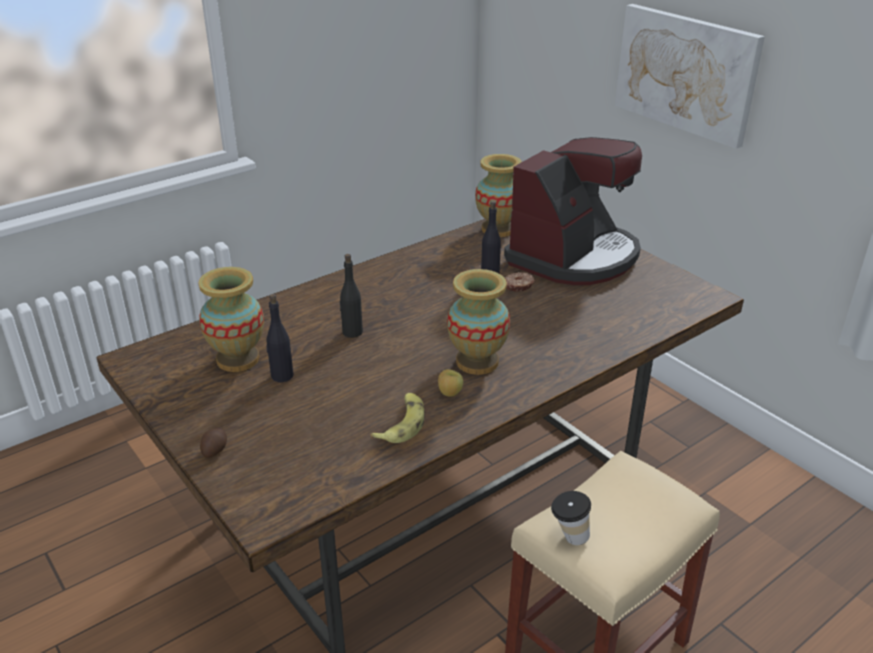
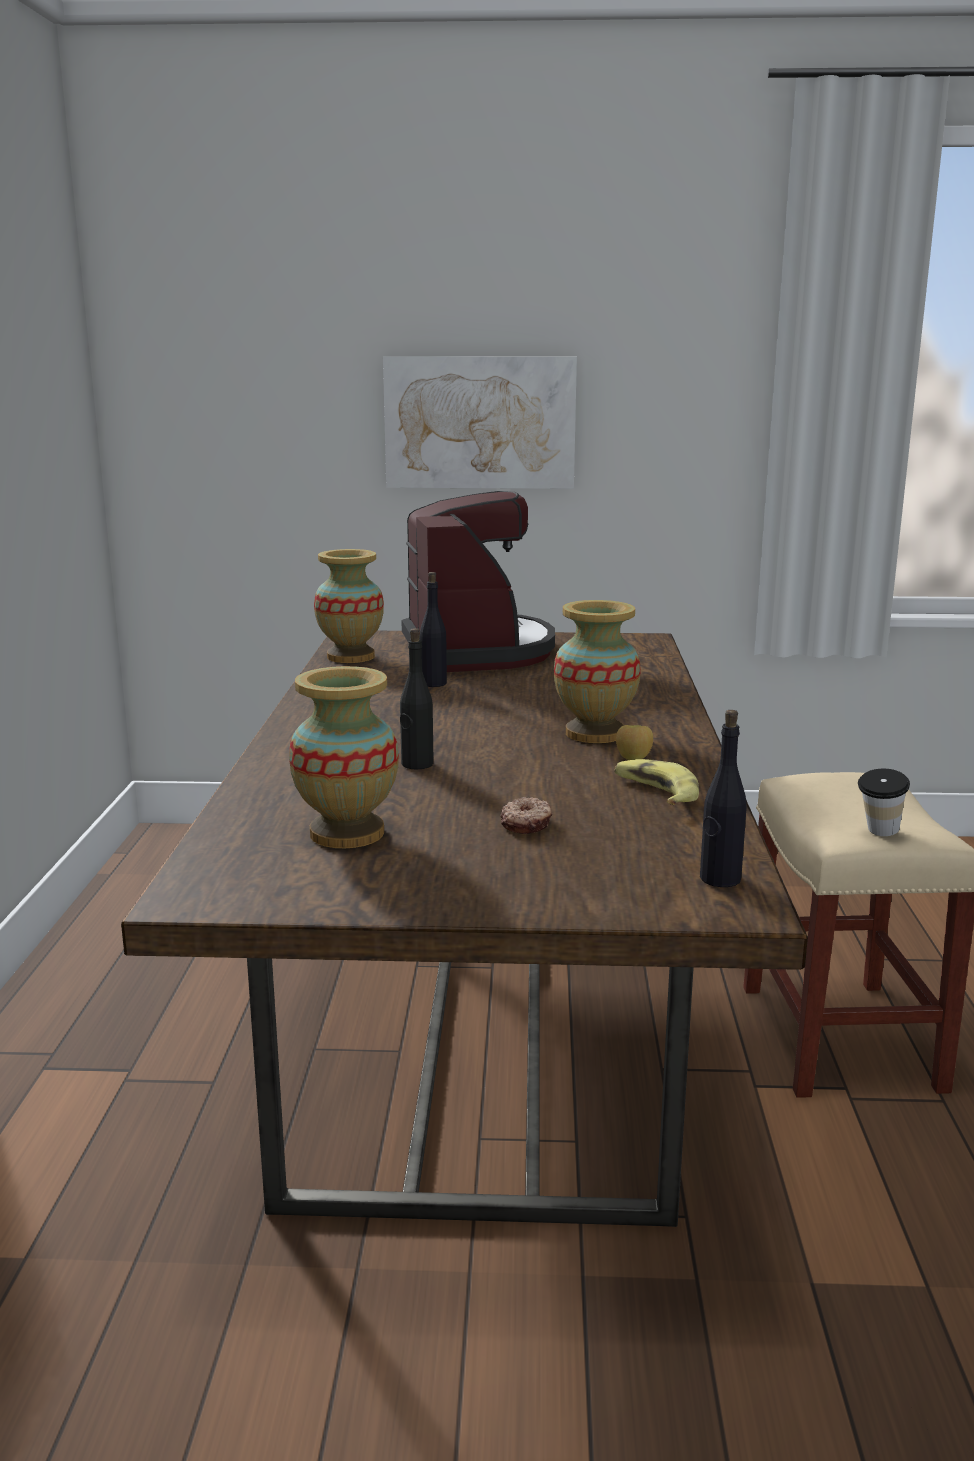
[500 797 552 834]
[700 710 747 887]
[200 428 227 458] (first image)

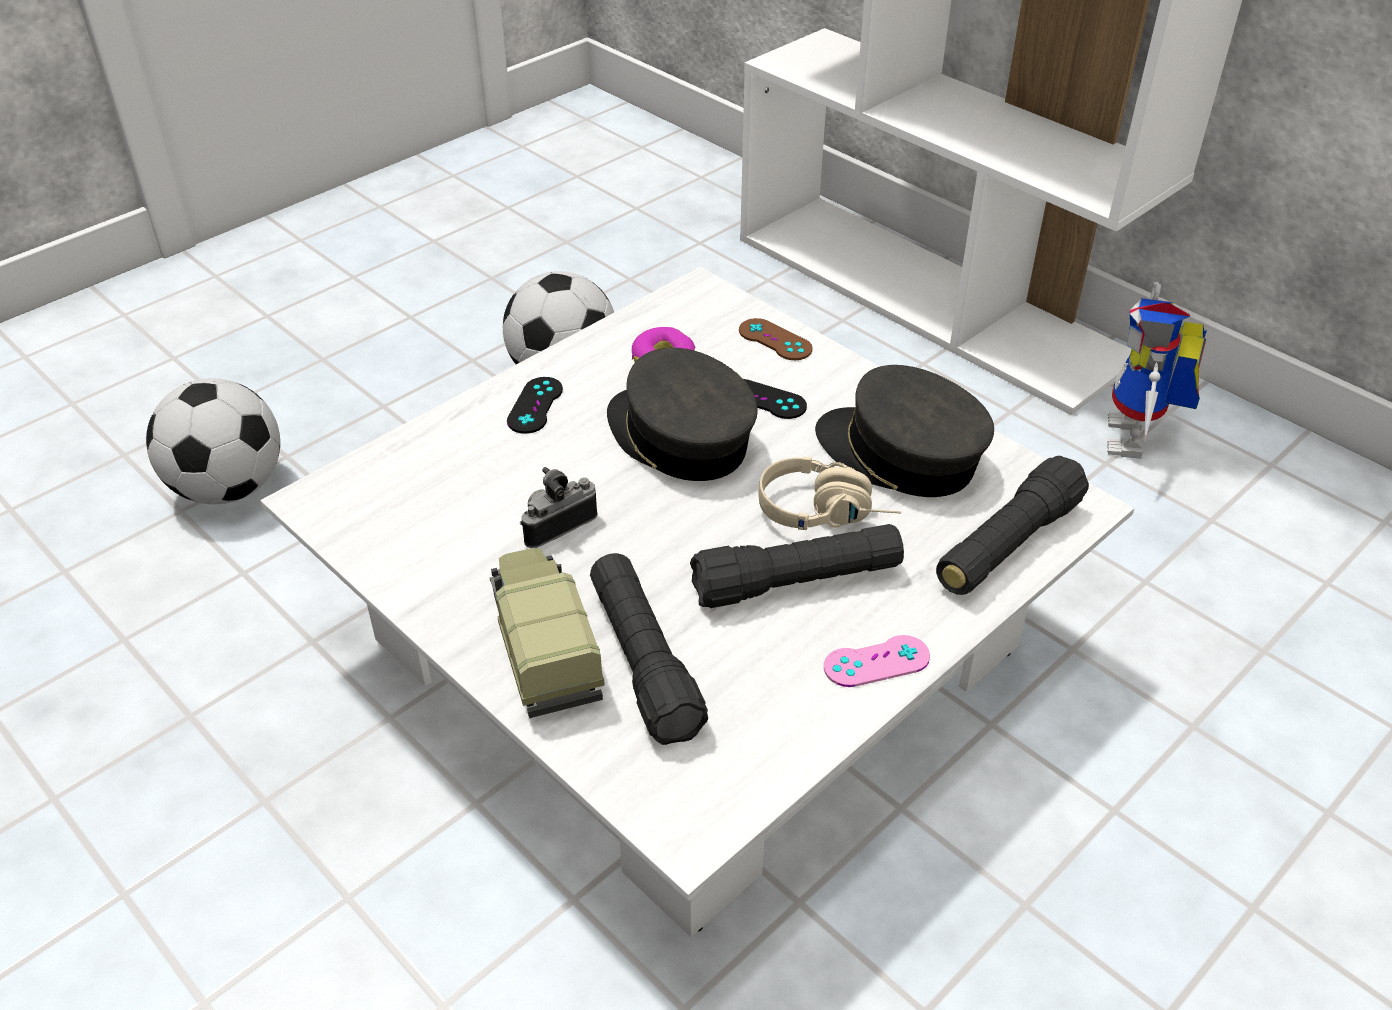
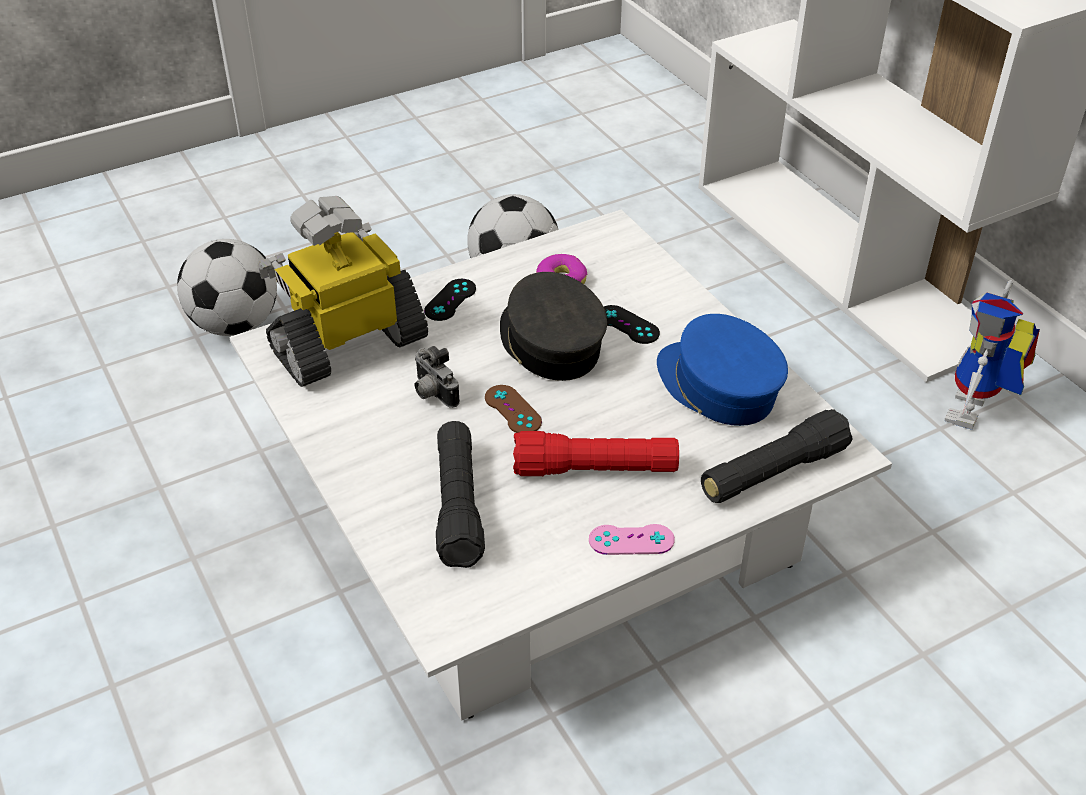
[485 385 542 433]
[657 314 788 426]
[758 457 901 530] (first image)
[415 346 460 408]
[513 431 679 476]
[490 548 605 718] (first image)
[258 196 428 387]

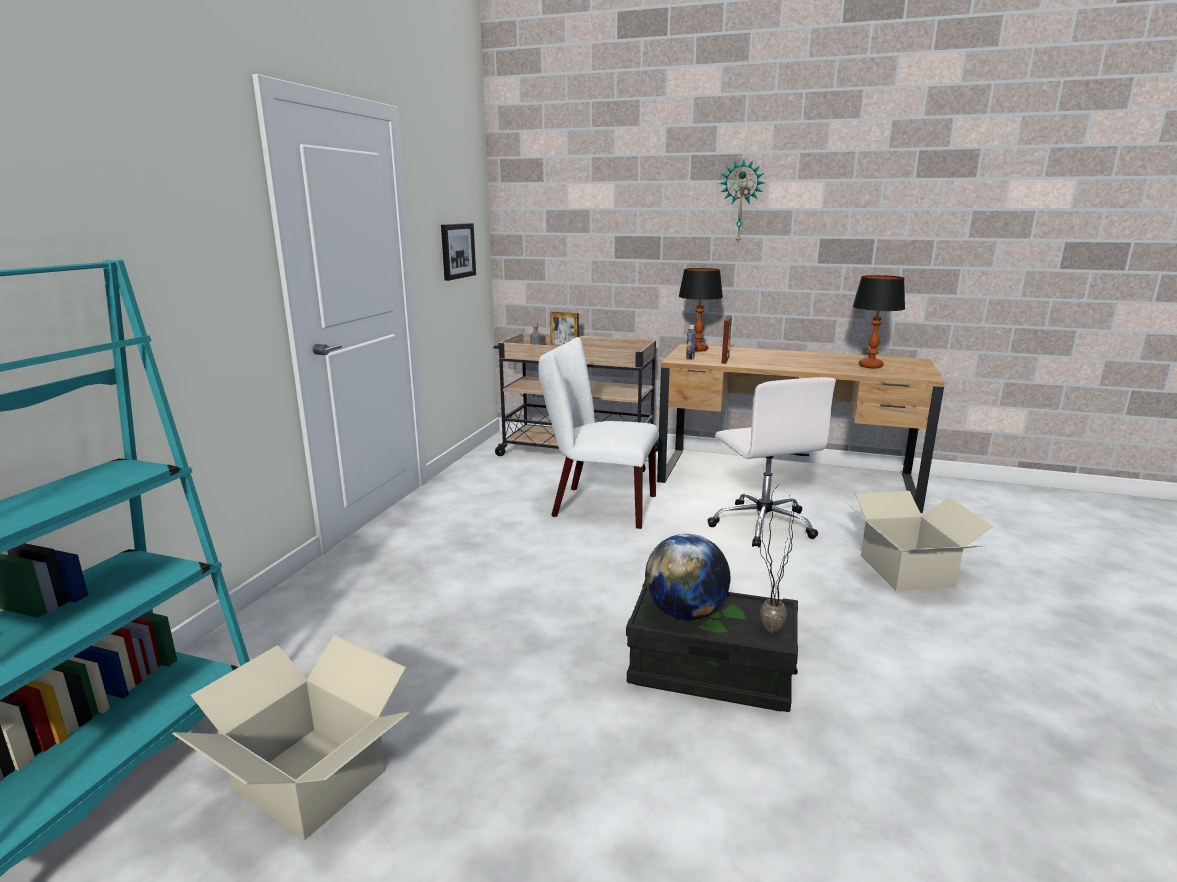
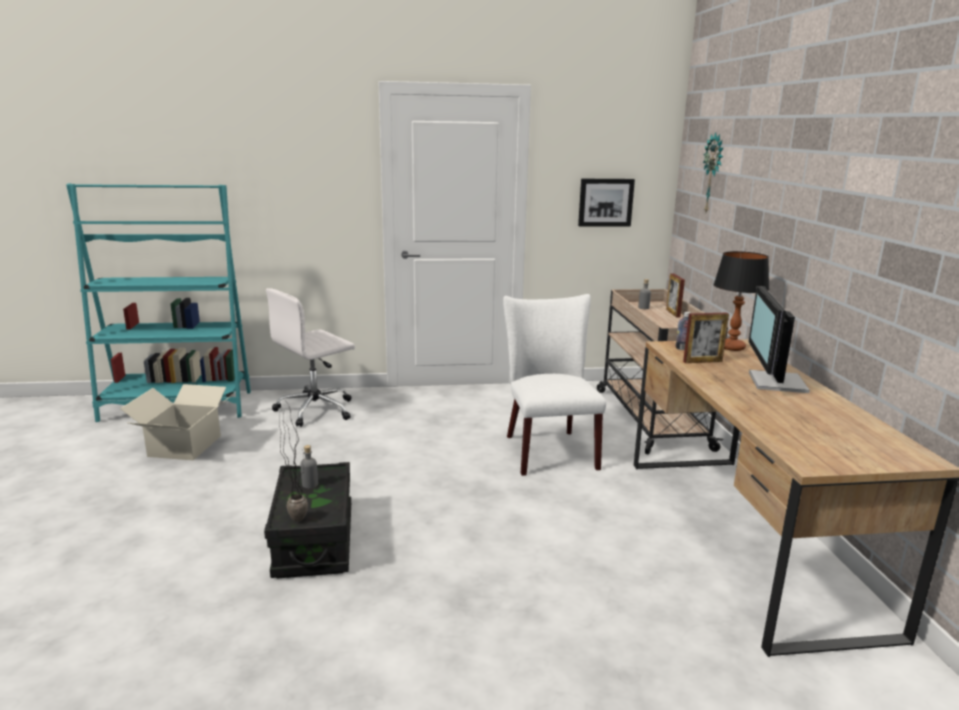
[703 133 724 212]
[852 275 905 368] (first image)
[266 288 355 427]
[845 491 994 591] (first image)
[300 445 318 488]
[749 286 810 393]

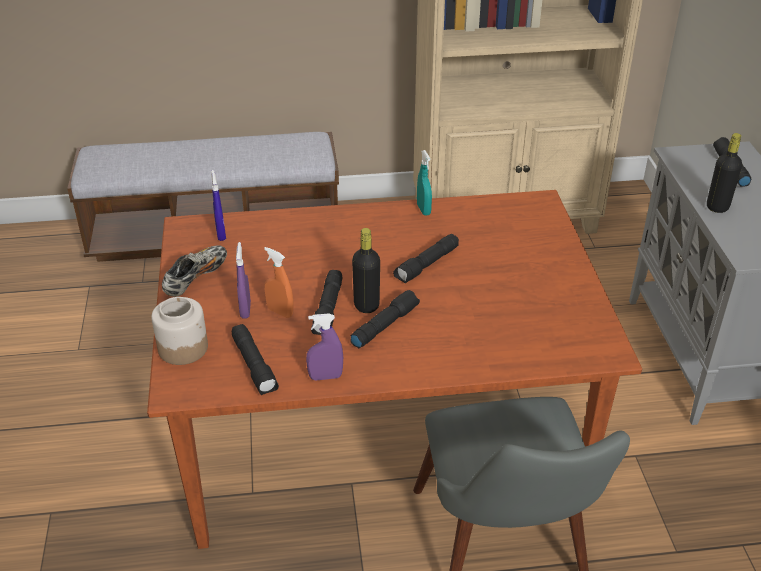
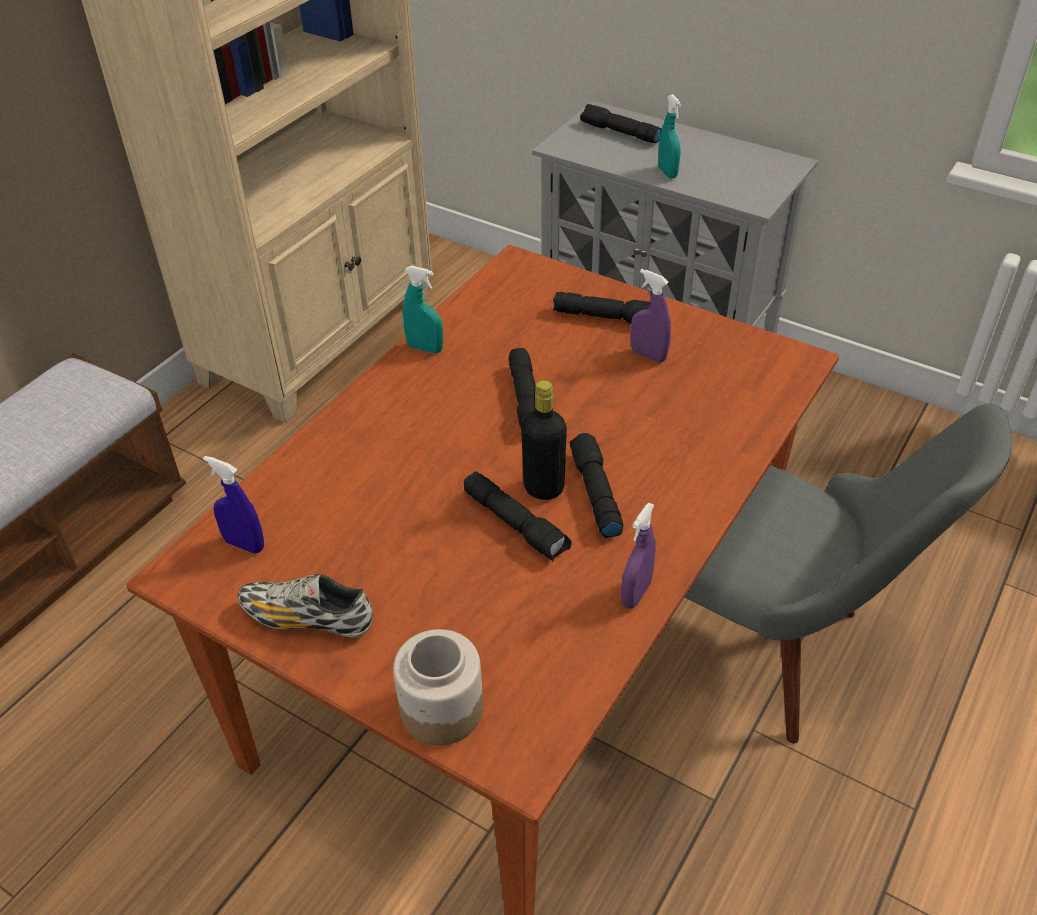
[658 94 681 179]
[631 269 671 363]
[238 574 373 638]
[264 247 294 318] (first image)
[553 292 651 324]

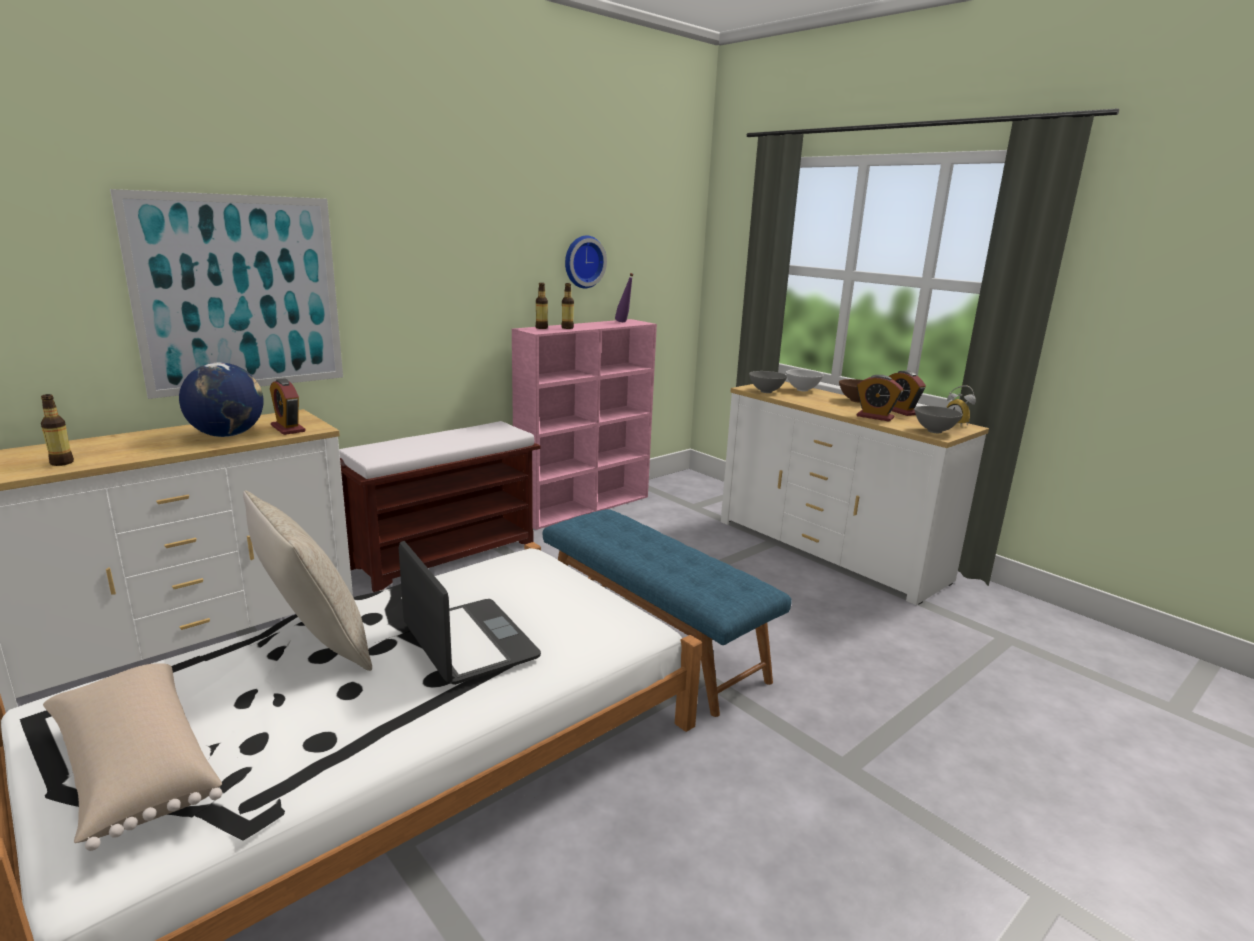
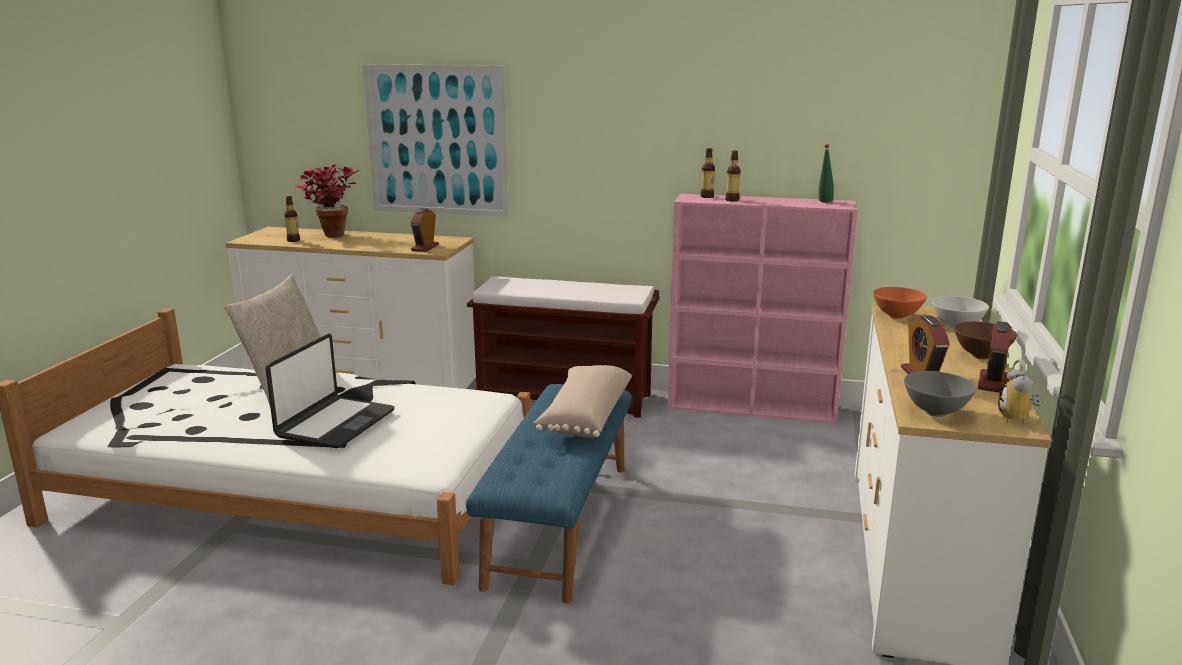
[565 235 607 288] (first image)
[819 144 834 203]
[179 362 264 437] (first image)
[873 287 927 319]
[533 365 632 437]
[295 164 359 238]

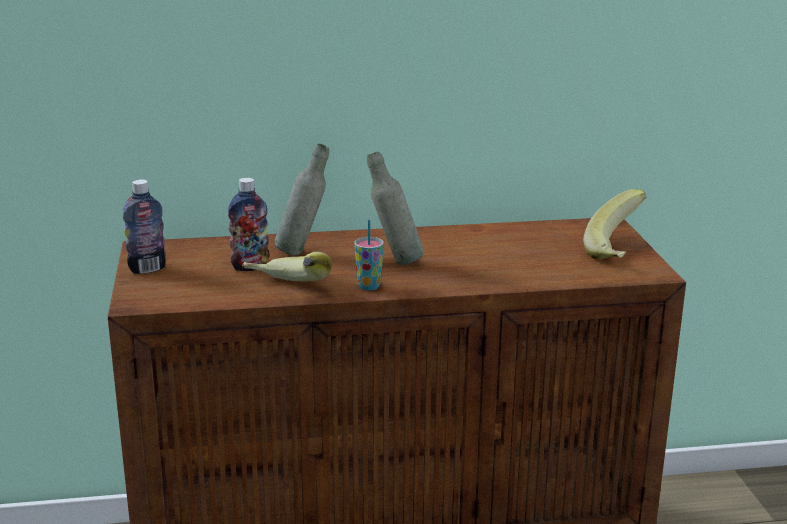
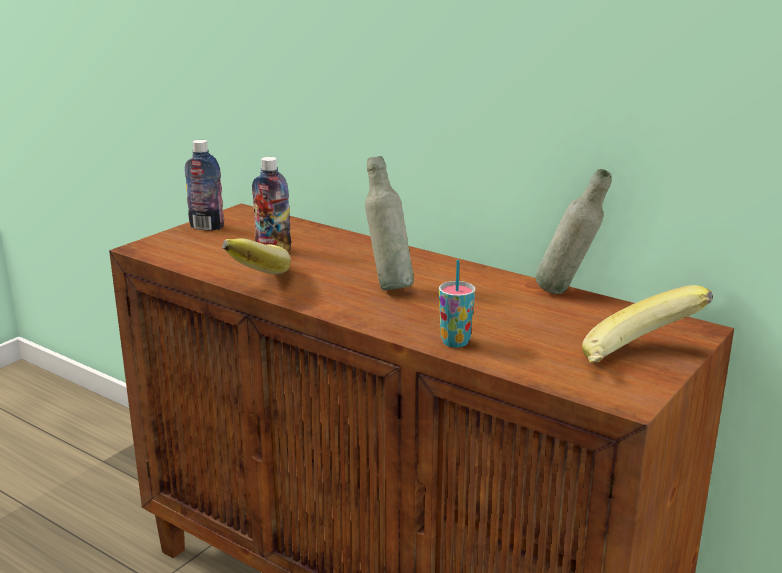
[536 169 612 294]
[439 260 476 348]

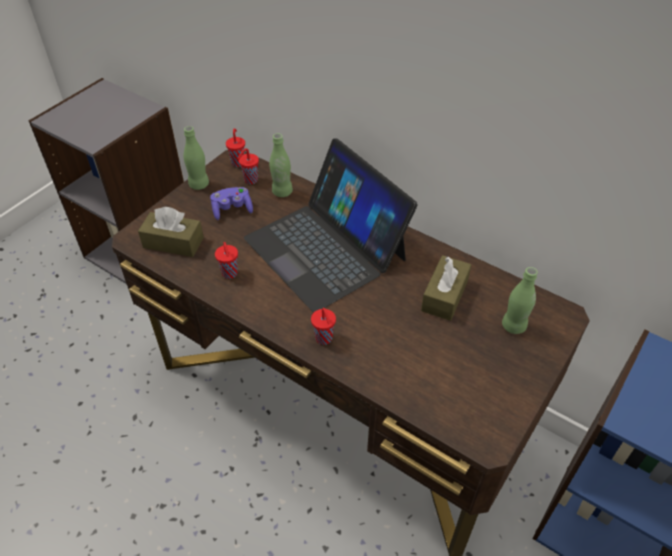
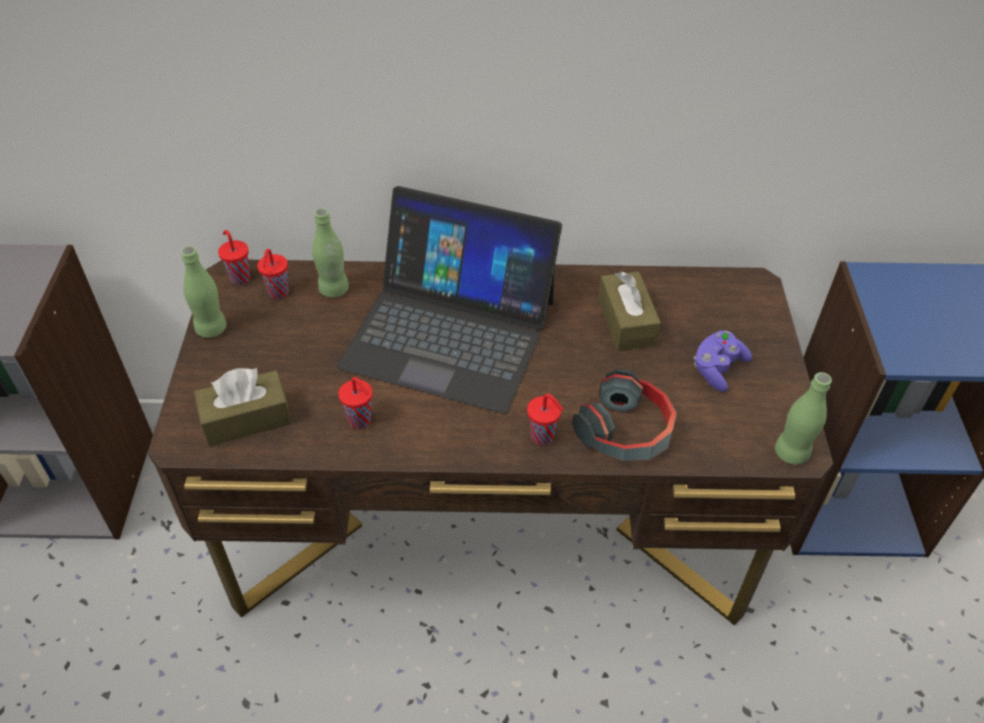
[694 330 752 392]
[775 372 832 464]
[572 369 677 461]

